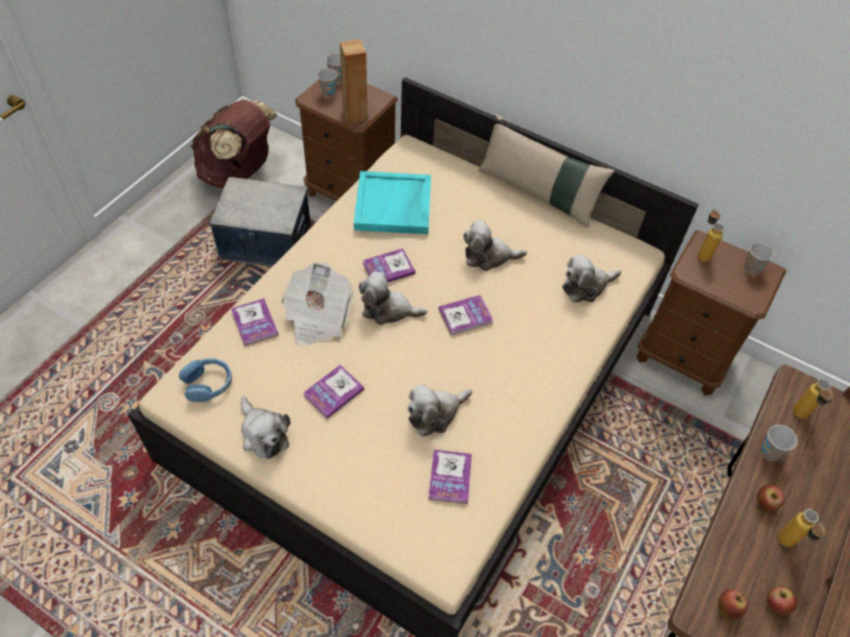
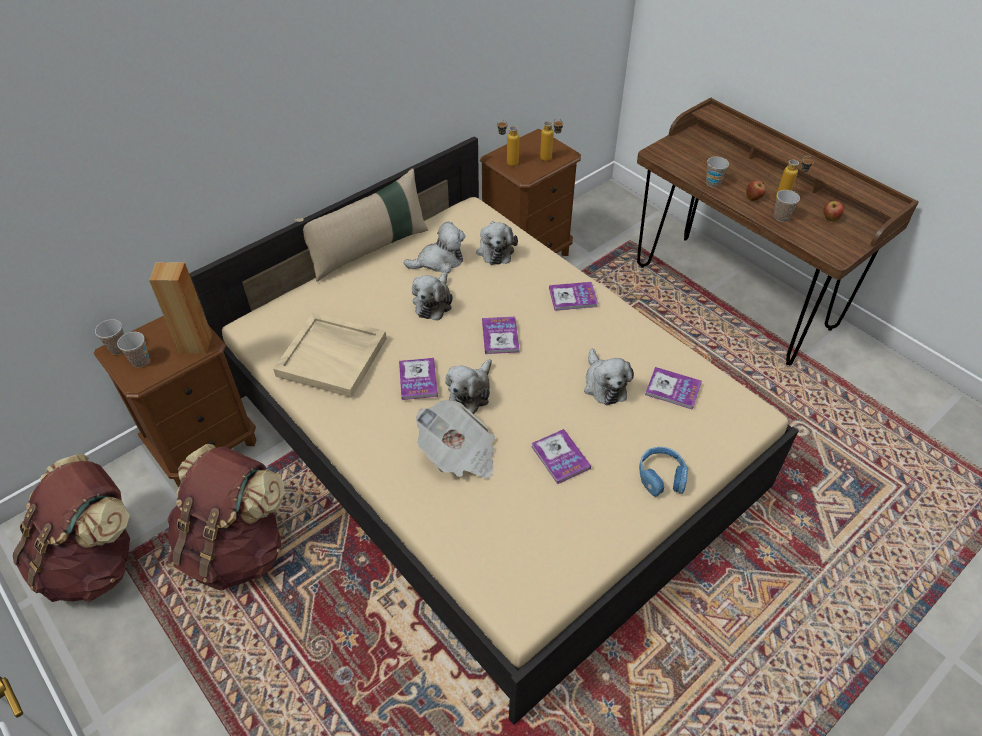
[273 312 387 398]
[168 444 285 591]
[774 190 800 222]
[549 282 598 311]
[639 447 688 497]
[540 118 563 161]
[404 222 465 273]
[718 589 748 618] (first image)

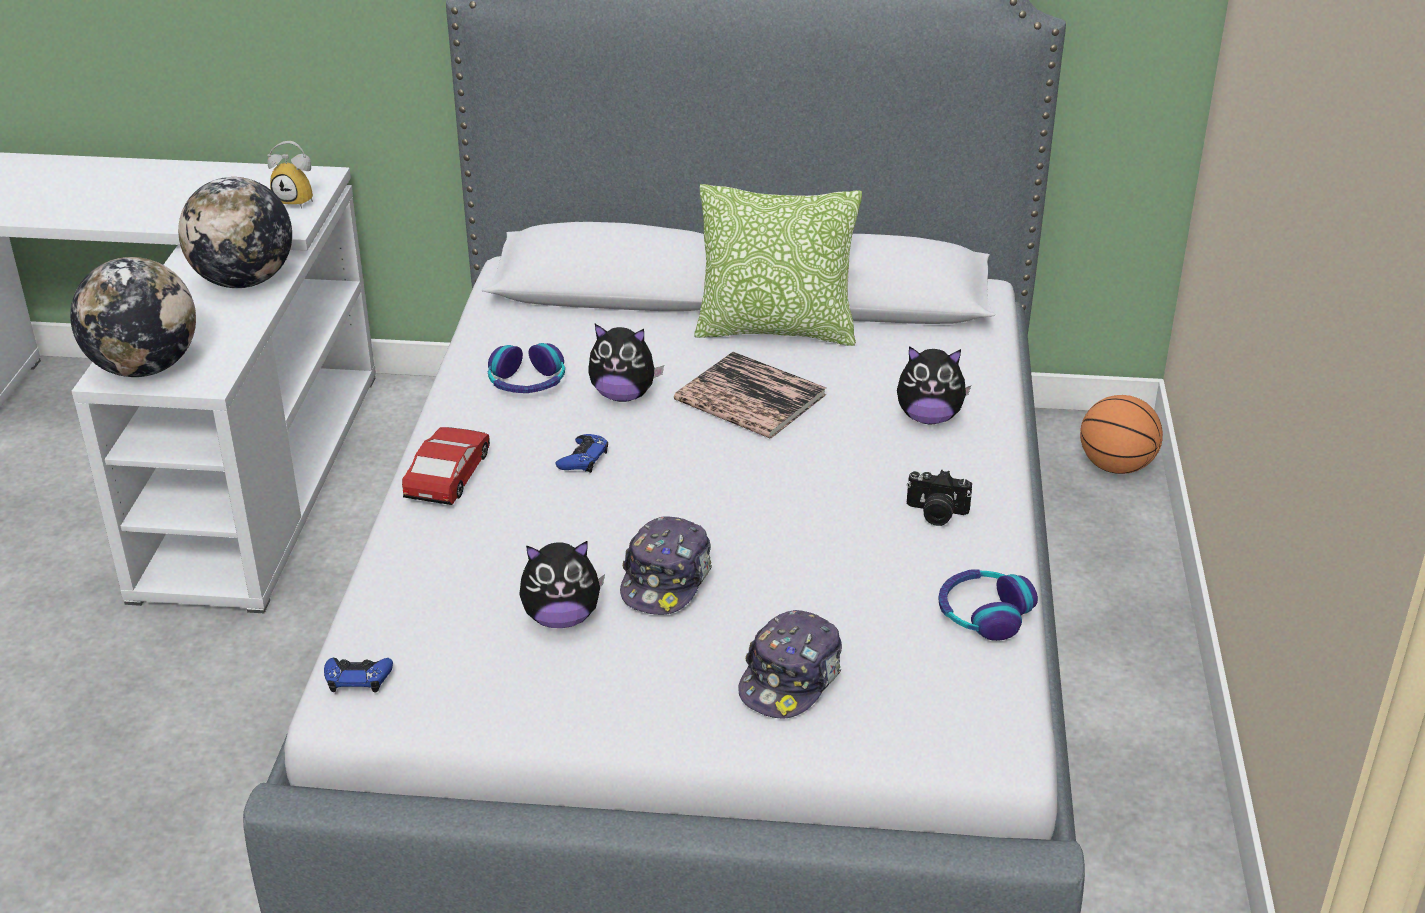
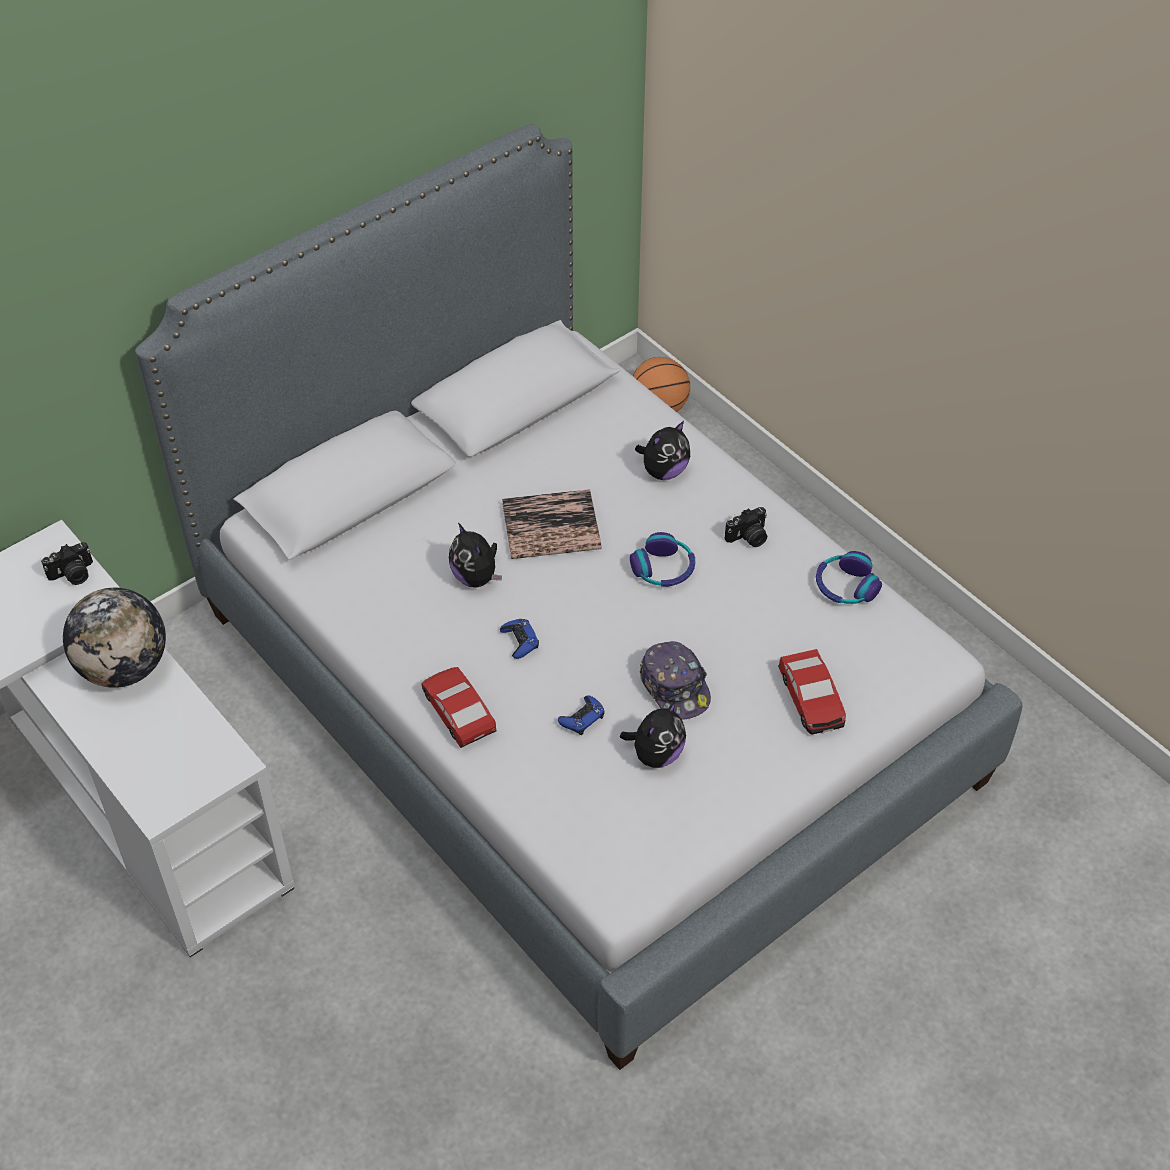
[41 542 93 585]
[694 184 862 346] (first image)
[70 257 196 377] (first image)
[449 523 502 588]
[630 532 695 587]
[778 649 846 735]
[558 696 605 735]

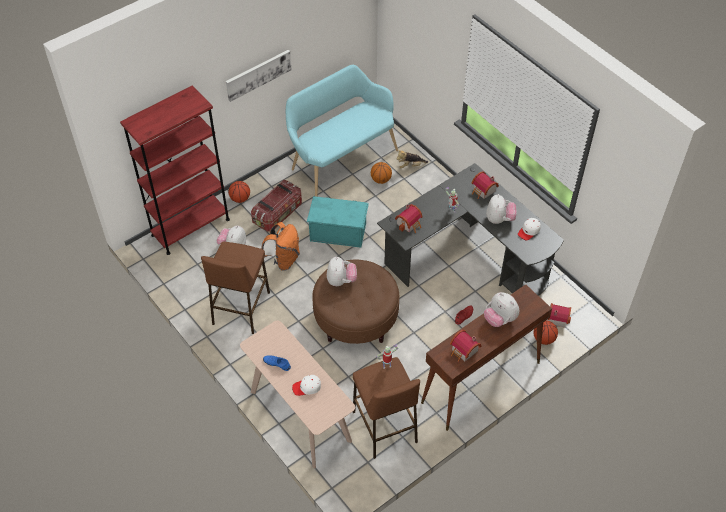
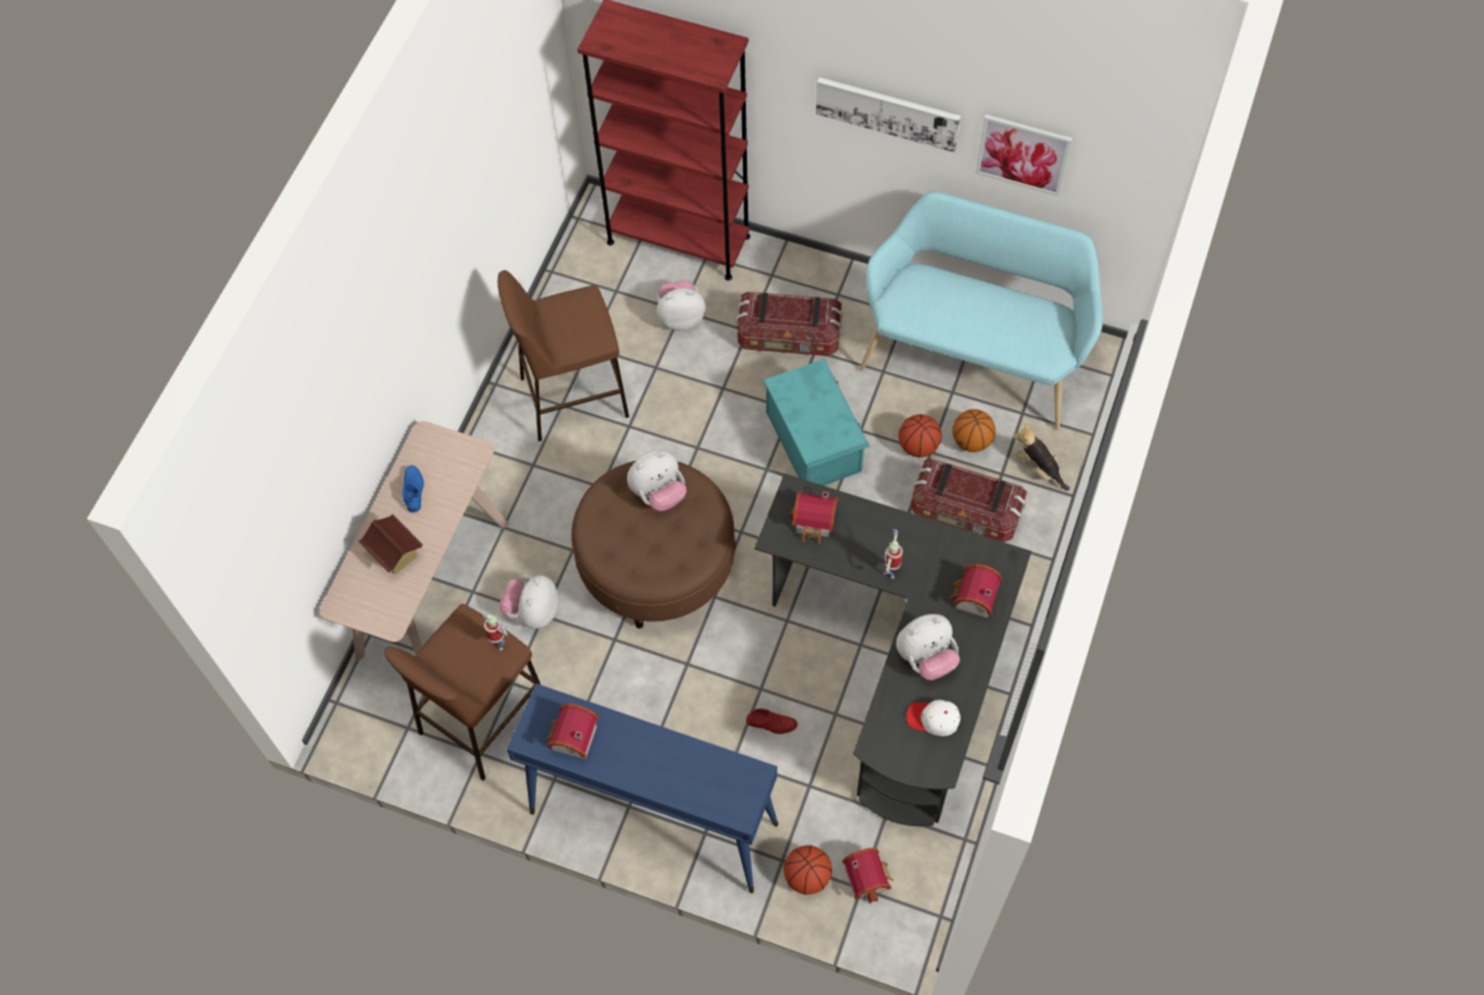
[898 414 942 457]
[261 222 300 271] (first image)
[507 683 778 893]
[499 575 558 629]
[358 514 423 575]
[975 114 1073 196]
[911 459 1027 543]

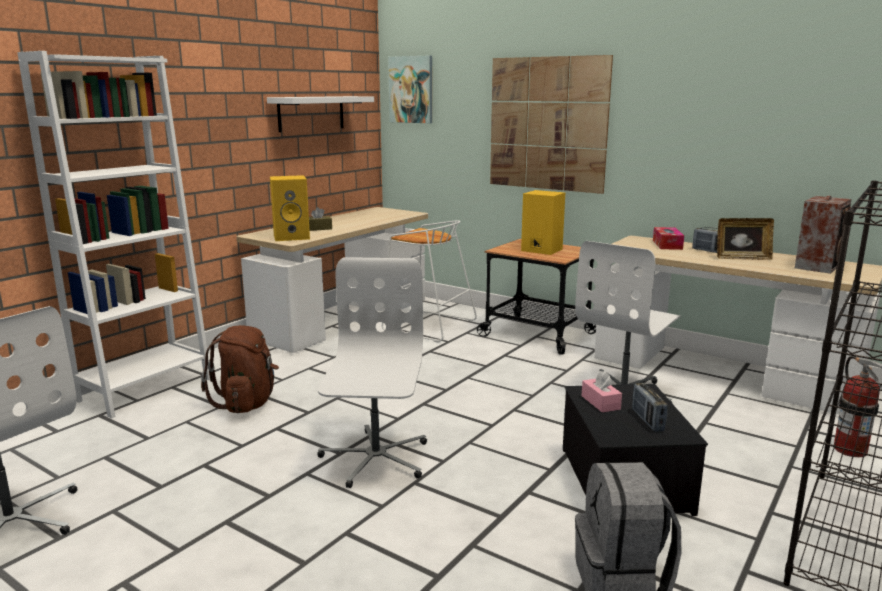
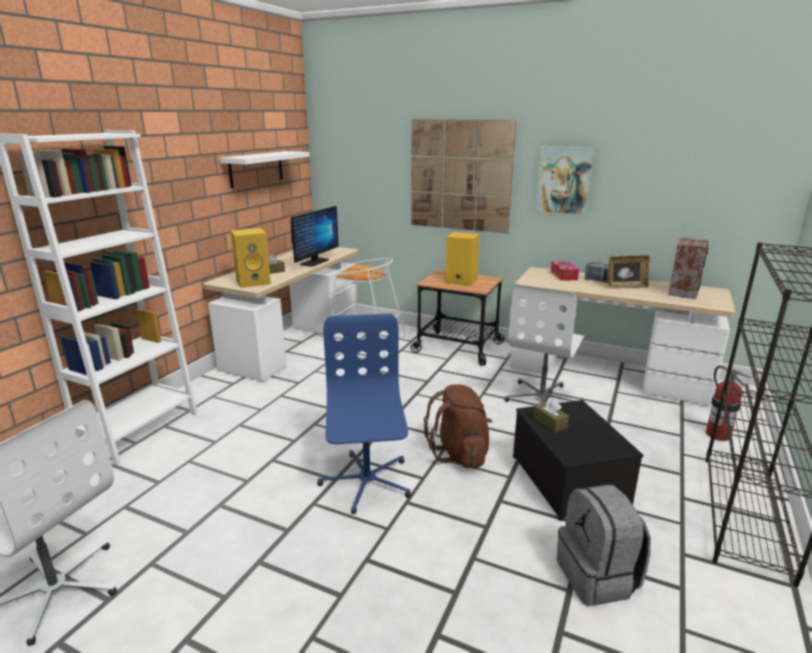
[535 146 595 215]
[317 314 411 514]
[424 384 492 468]
[533 398 569 433]
[632 383 668 432] (first image)
[291 206 339 267]

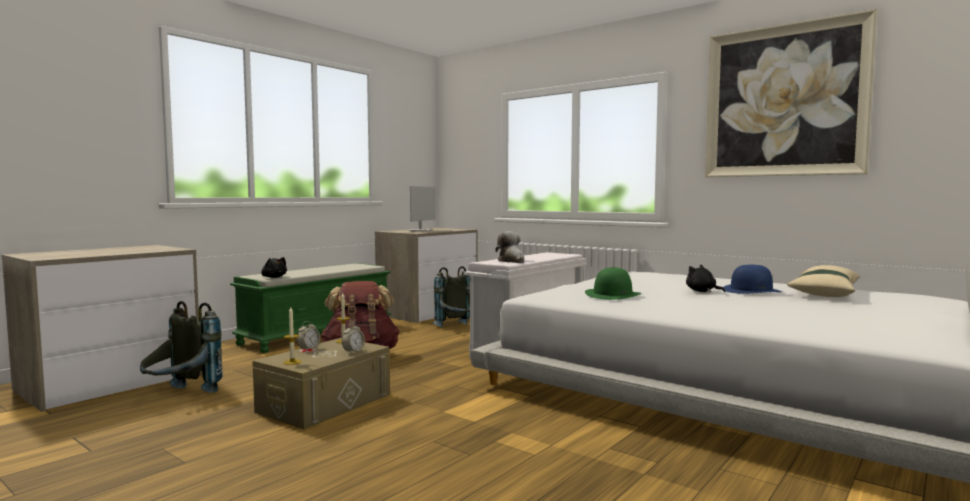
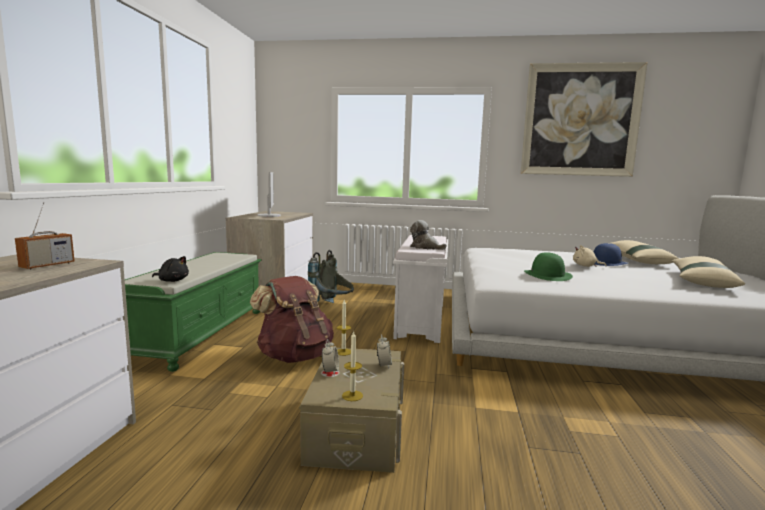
[573 245 607 267]
[140 301 223 393] (first image)
[15 202 75 269]
[671 256 745 288]

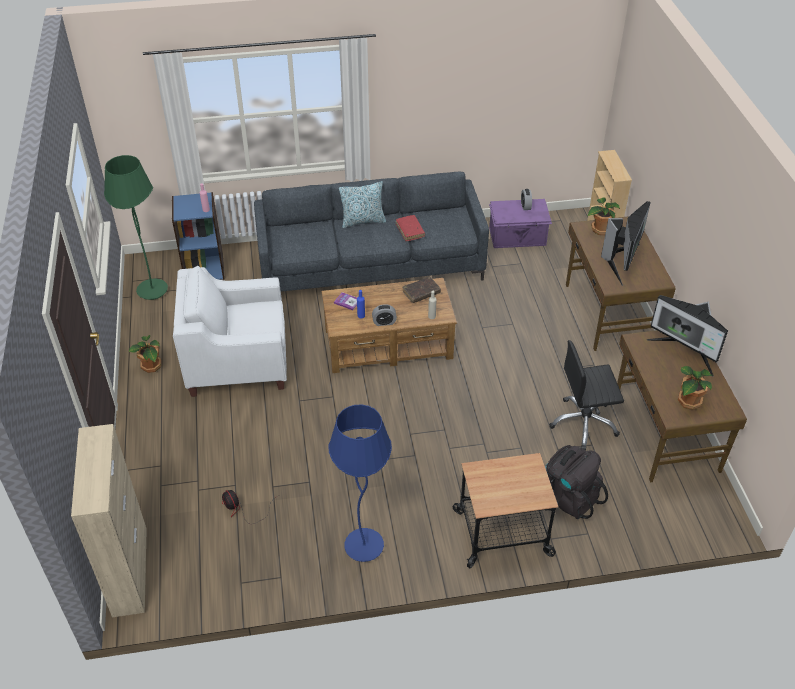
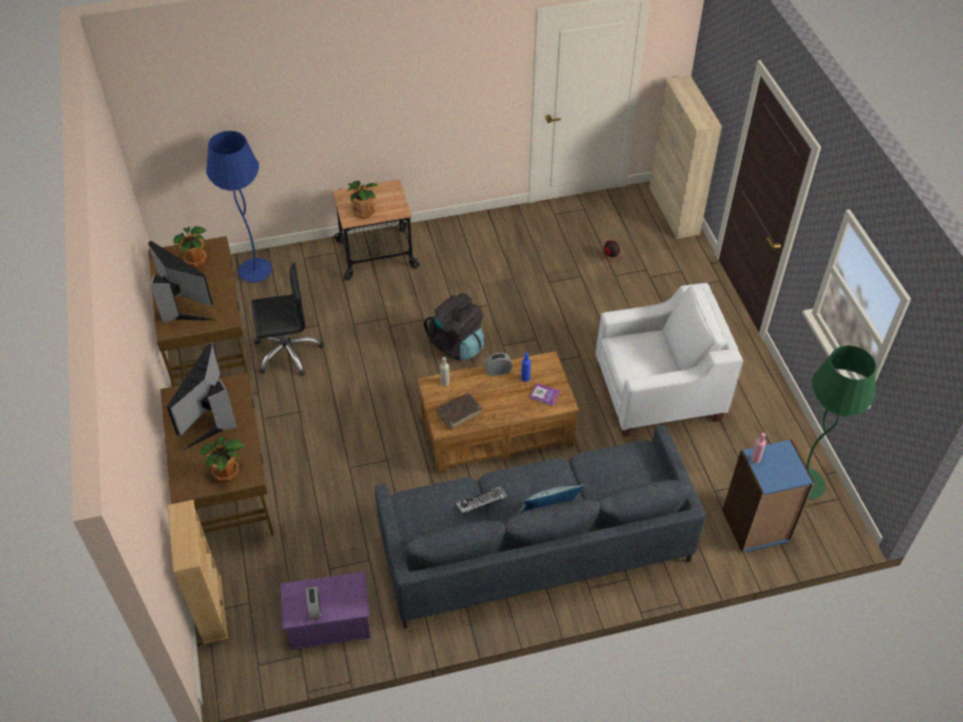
[456 486 507 513]
[348 181 380 219]
[206 131 272 283]
[424 293 484 360]

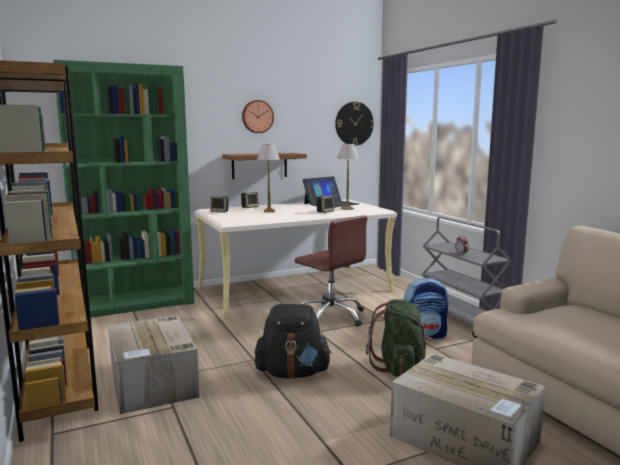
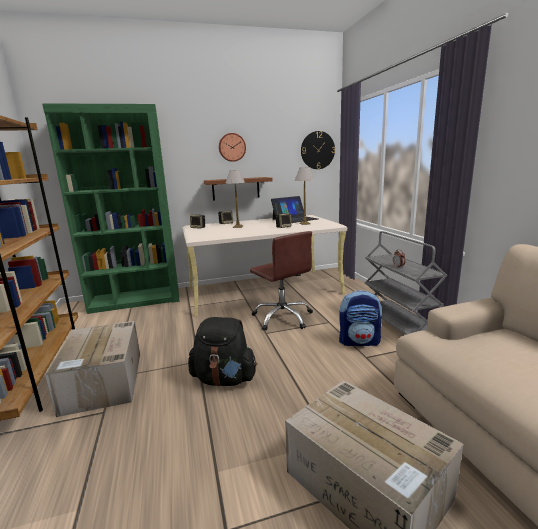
[366 299 433 377] (first image)

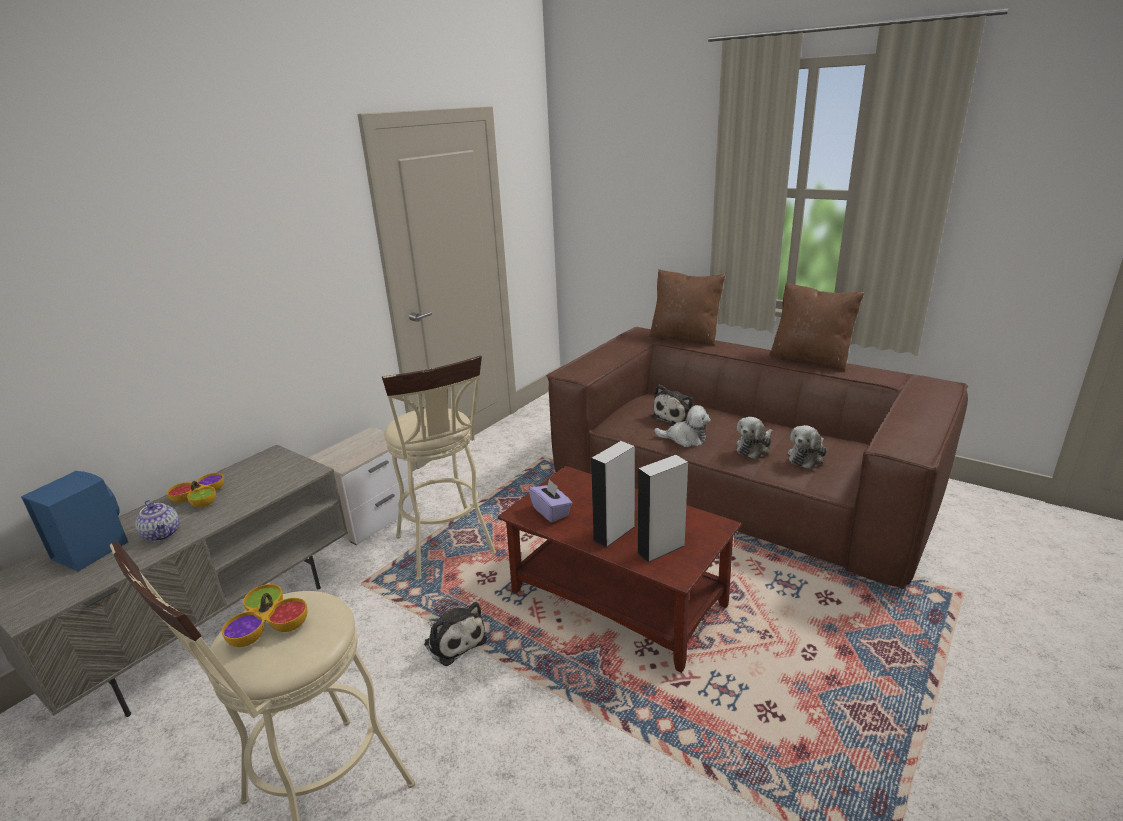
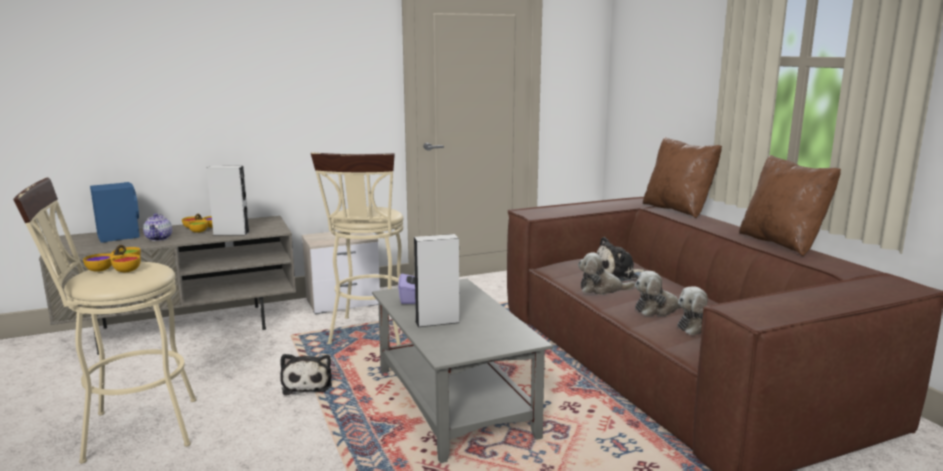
[578 252 636 295]
[207 166 249 235]
[372 278 553 463]

